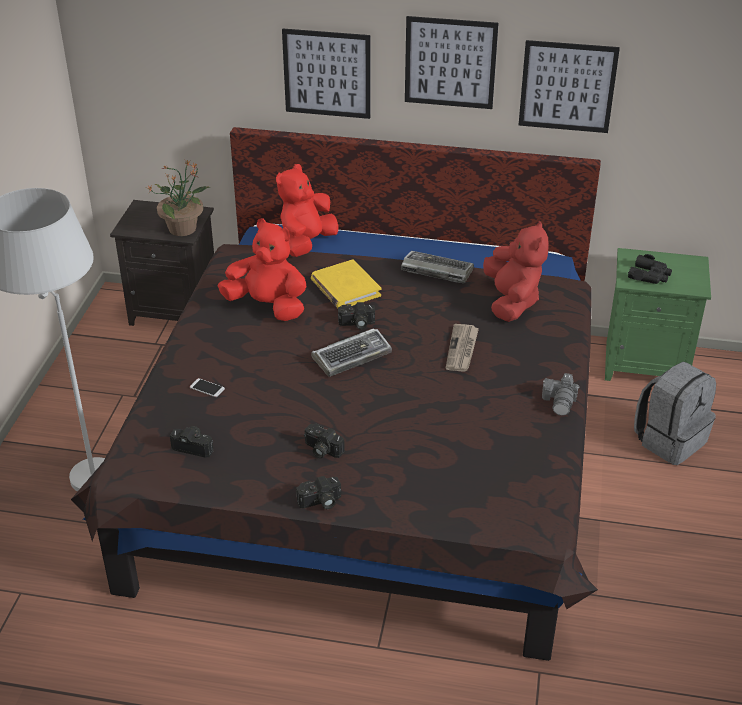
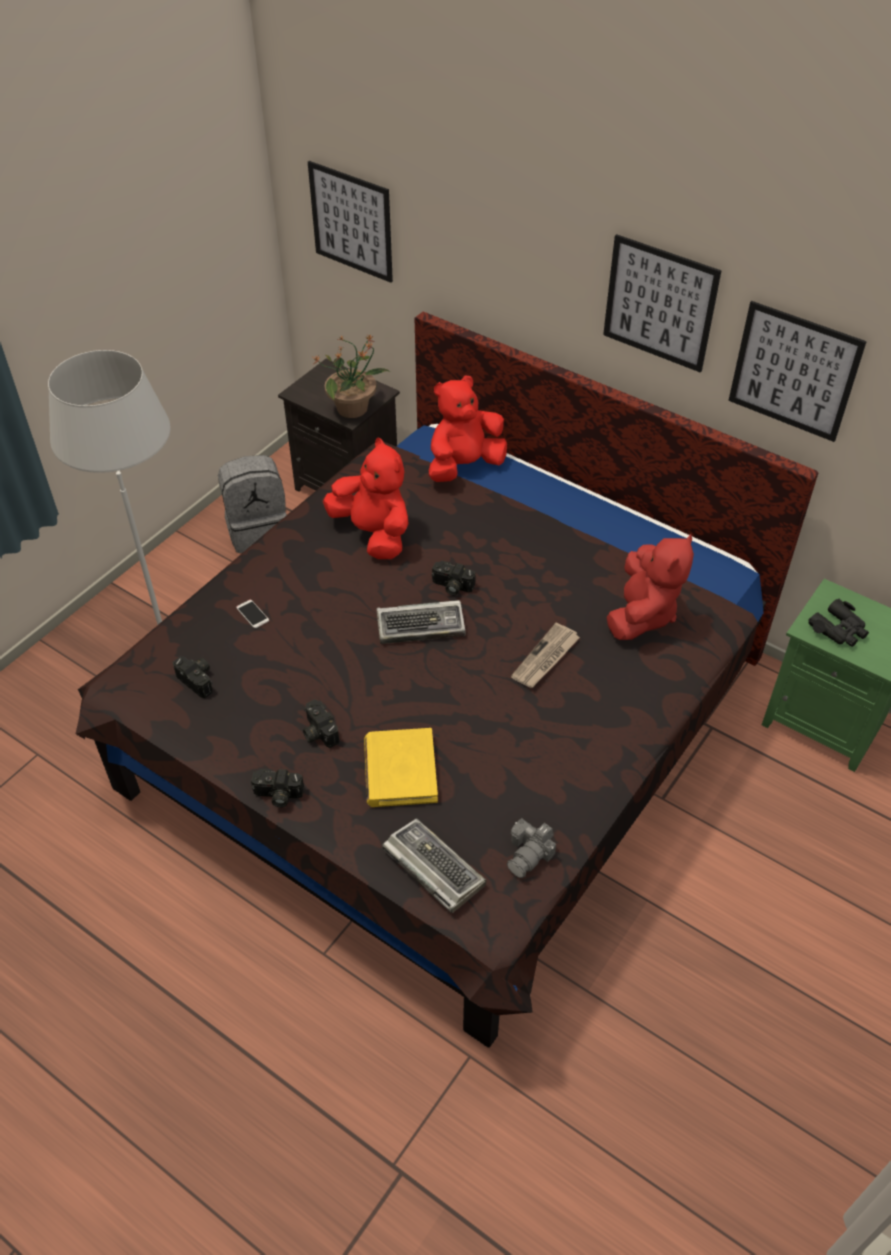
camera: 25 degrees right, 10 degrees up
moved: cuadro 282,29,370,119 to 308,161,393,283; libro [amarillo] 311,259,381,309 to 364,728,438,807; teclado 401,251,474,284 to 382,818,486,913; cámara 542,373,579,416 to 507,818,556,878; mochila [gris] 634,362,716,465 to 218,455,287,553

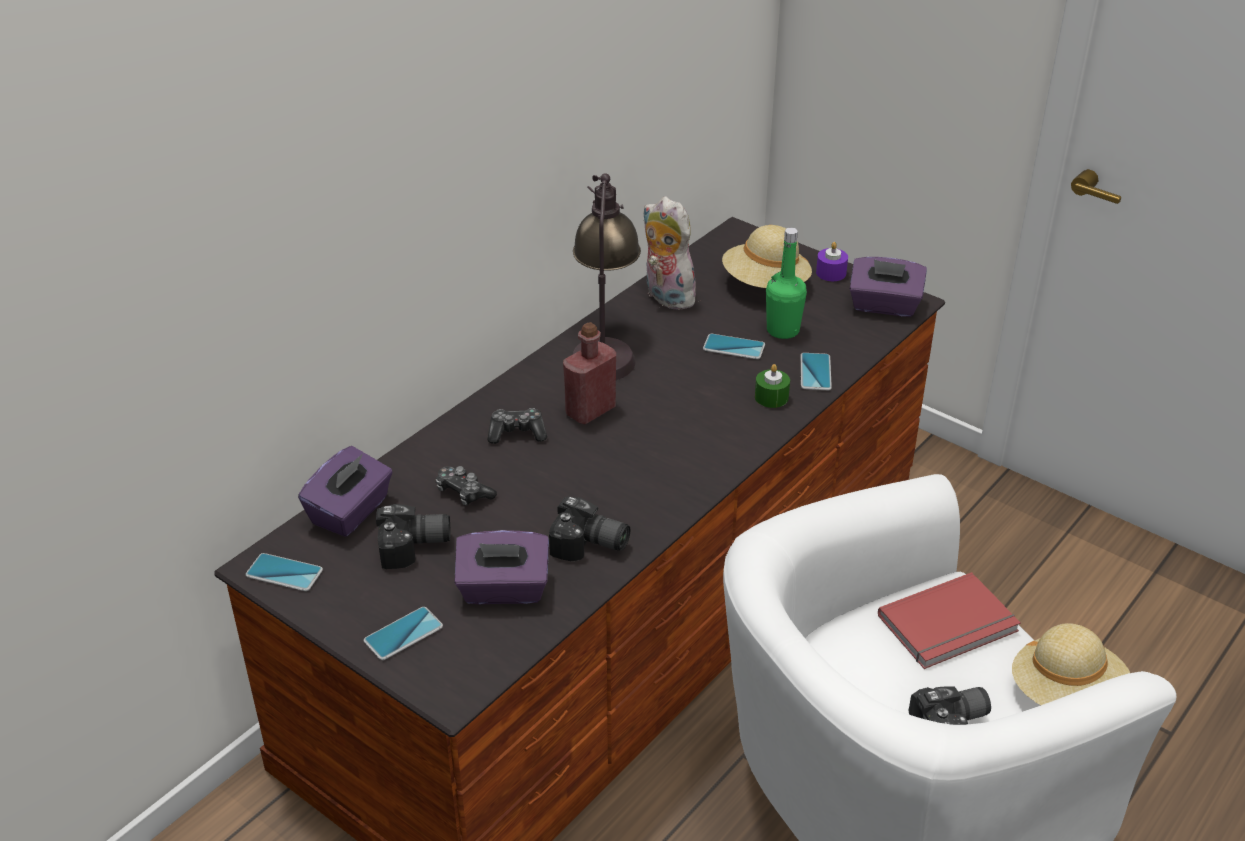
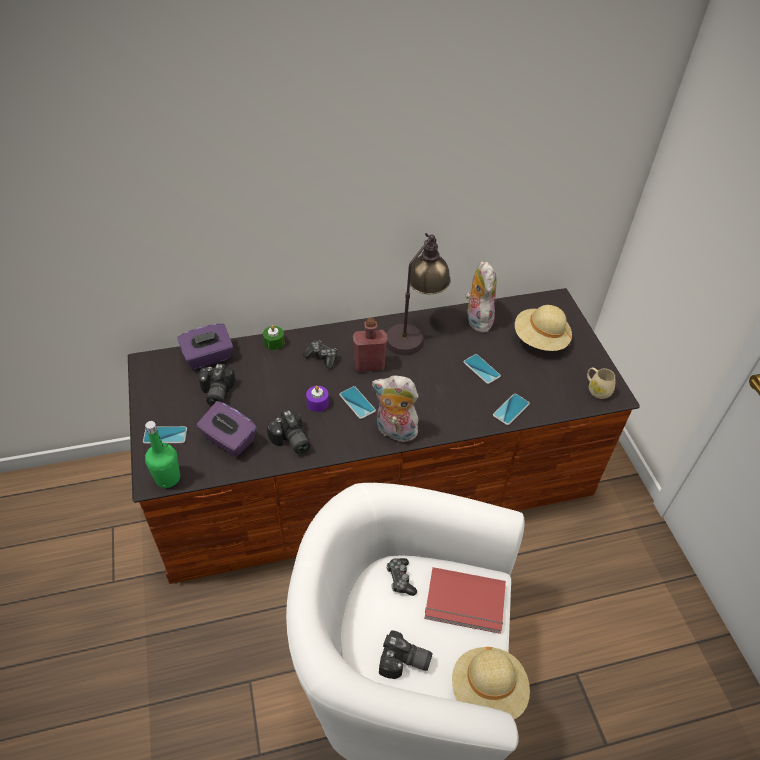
camera: 35 degrees right, 10 degrees up
added: peluche 372,375,420,442
moved: móvil 246,553,323,591 to 339,386,376,419; mando de consola 436,466,497,505 to 386,558,417,596; vela [verde] 755,364,790,408 to 263,325,285,350; botella [verde] 766,228,807,339 to 145,421,180,488; vela [morado] 816,242,848,281 to 306,386,329,412
replaced: caja de pañuelos [morado] 850,257,927,317 to taza grande [beis] 587,367,615,399
turned: cámara 376,504,451,569 = 198,364,235,406 60 degrees clockwise

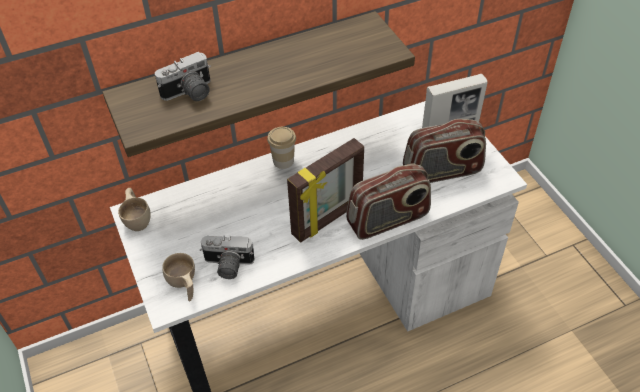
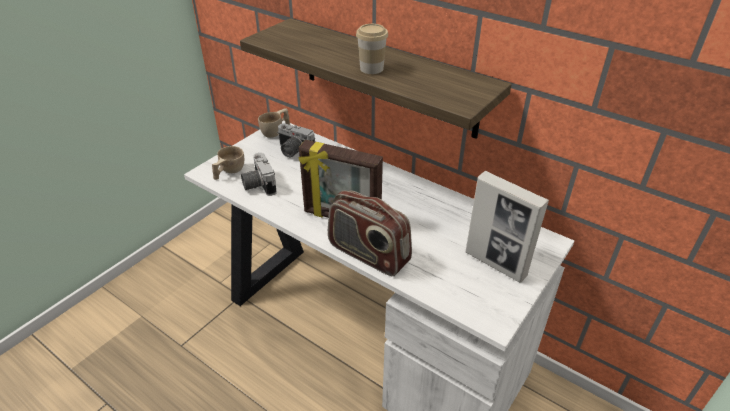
camera: 60 degrees right, 10 degrees down
removed: radio 403,119,486,183
moved: cámara 155,52,211,101 to 277,123,315,158; taza 267,127,296,169 to 356,24,388,74

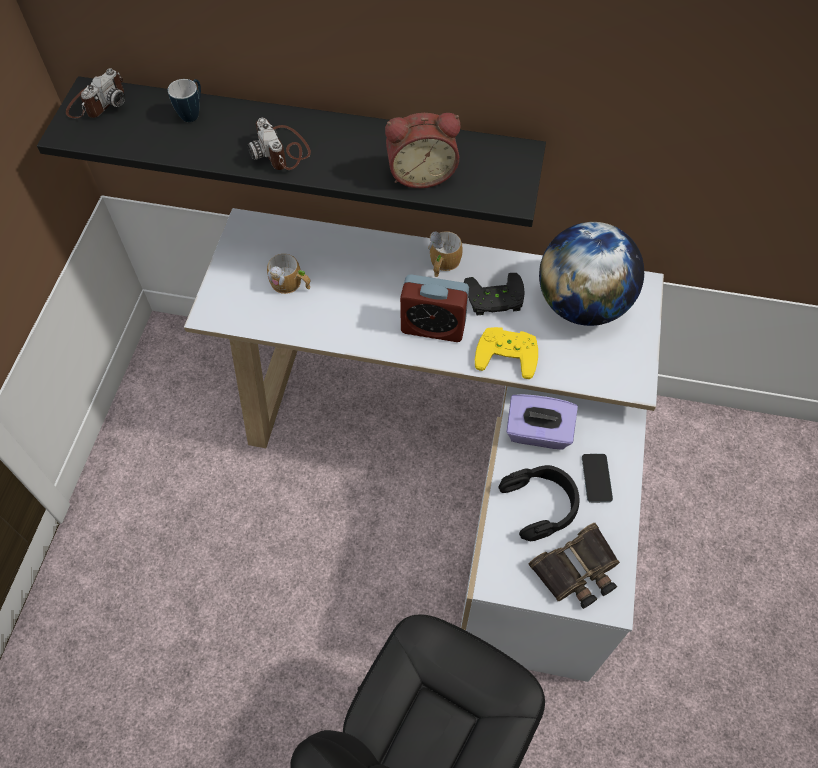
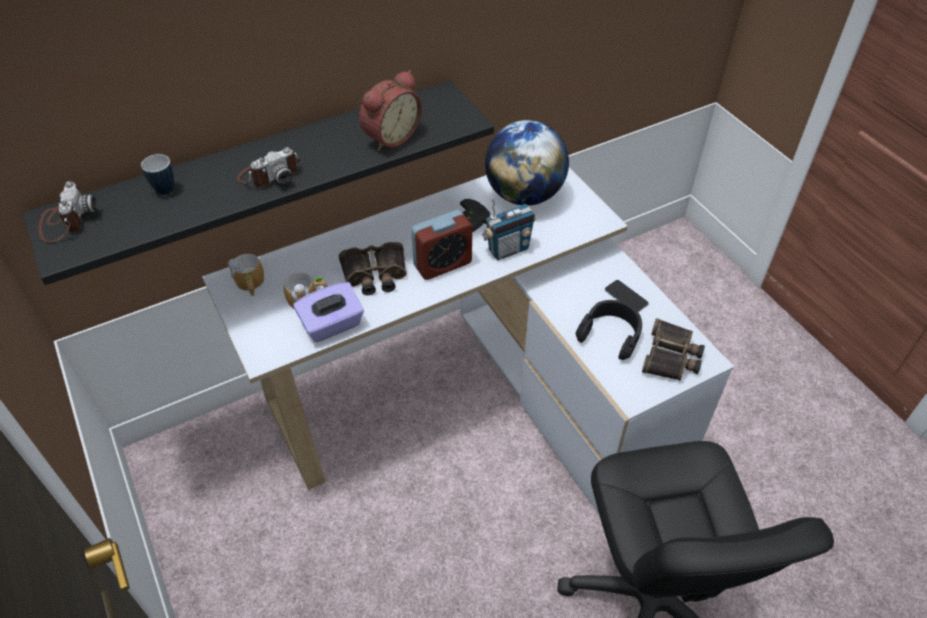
camera: 40 degrees left, 10 degrees down
added: prismáticos 339,242,407,295
moved: taza grande 428,231,463,277 to 228,254,264,296; caja de pañuelos [morado] 507,394,578,450 to 293,282,364,342
replaced: mando de consola [amarillo] 475,327,538,379 to radio 482,198,536,260
turned: cámara 247,118,311,170 = 237,147,300,187 60 degrees counterclockwise

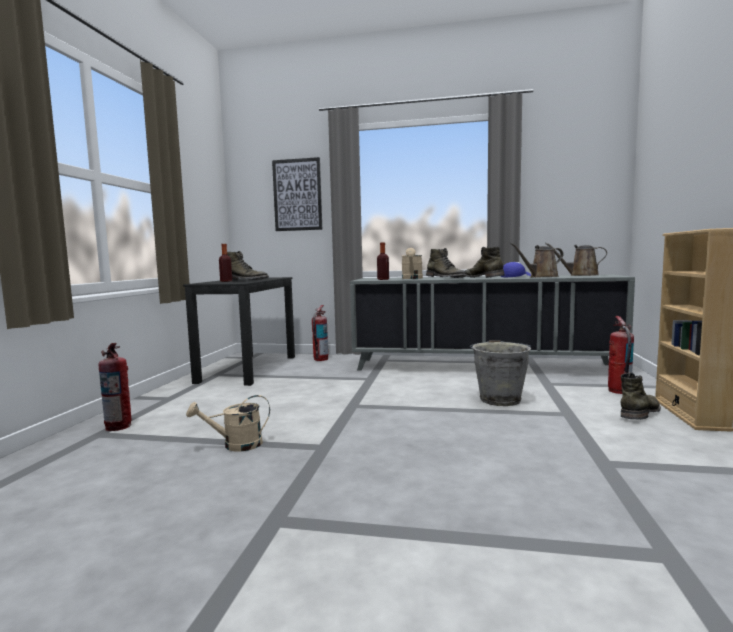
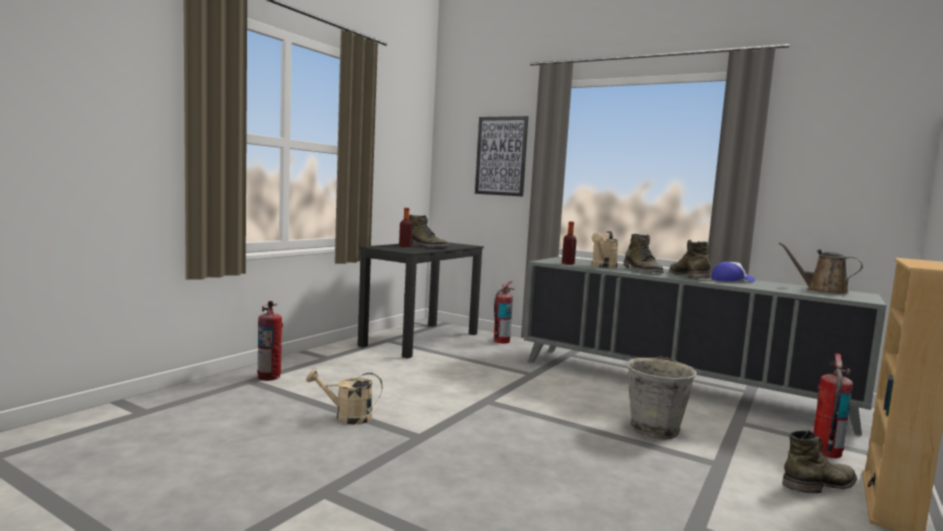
camera: 20 degrees right, 0 degrees up
removed: regadera [marrón] 510,243,563,278

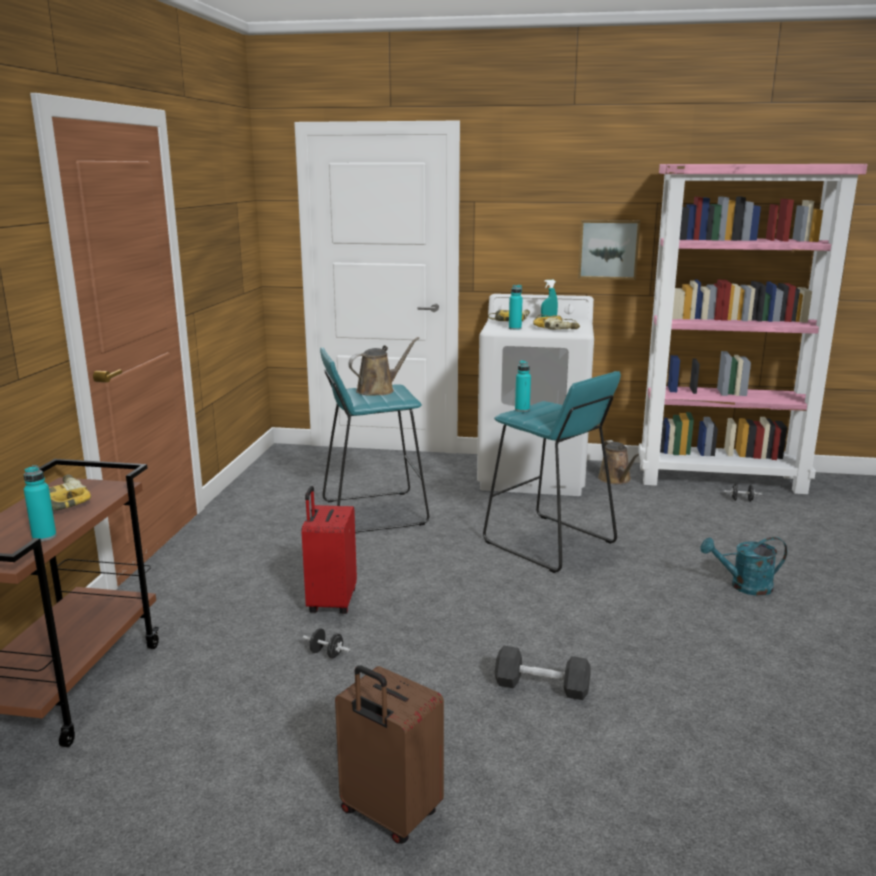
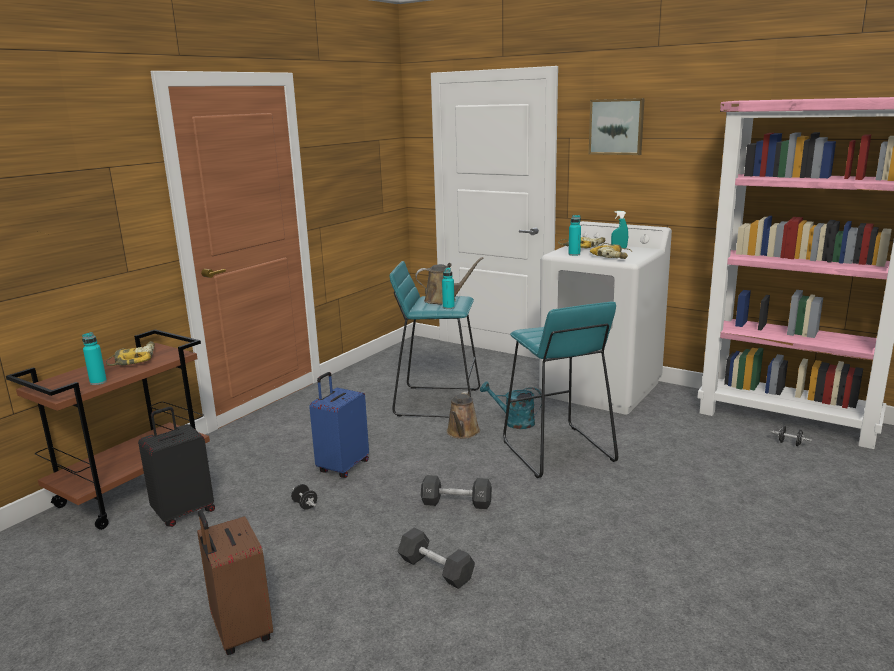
camera: 25 degrees right, 0 degrees up
added: maleta [negro] 138,407,215,527; mancuerna [negro] 421,475,492,509
moved: botella [turquesa] 515,360,531,412 to 442,268,455,309; cuadro 578,220,640,280 to 589,98,645,155; regadera [marrón] 598,440,639,484 to 447,391,480,439; regadera [turquesa] 700,537,787,596 to 480,381,542,429
recoloured: maleta [rojo] 301,486,357,614 to maleta [azul] 309,372,369,478

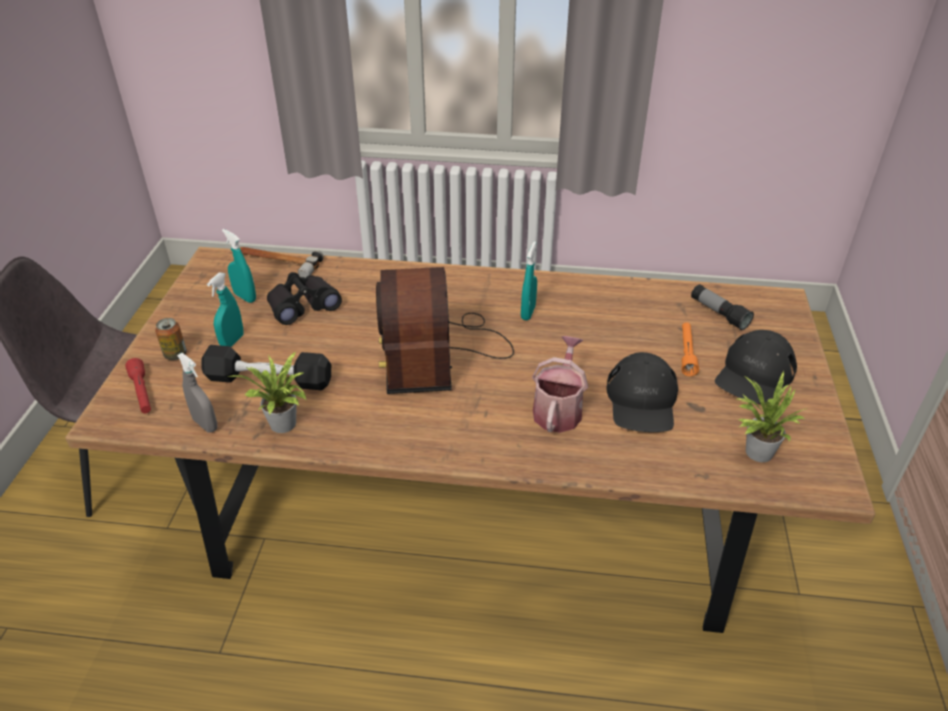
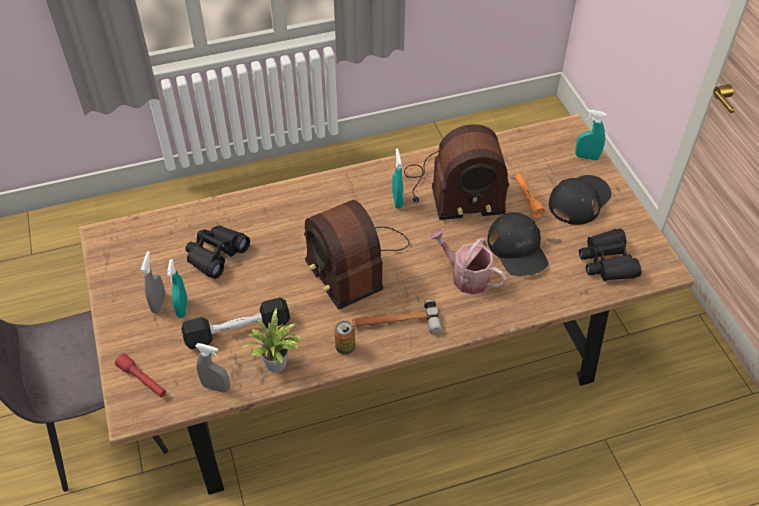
camera: 25 degrees left, 10 degrees up
removed: linterna 691,284,754,330
added: pulverizador [gris] 141,251,165,314; radio 404,124,509,220
moved: lata 155,318,187,360 to 334,321,355,355; pulverizador [turquesa] 222,229,256,303 to 575,110,607,161; martillo 240,247,323,278 to 352,299,442,334
replaced: planta en maceta 736,371,807,462 to prismáticos [negro] 579,229,641,281
turned: regadera 532,336,588,433 = 429,228,507,295 45 degrees counterclockwise; gorra [negro] 715,330,797,404 = 549,175,612,225 150 degrees counterclockwise

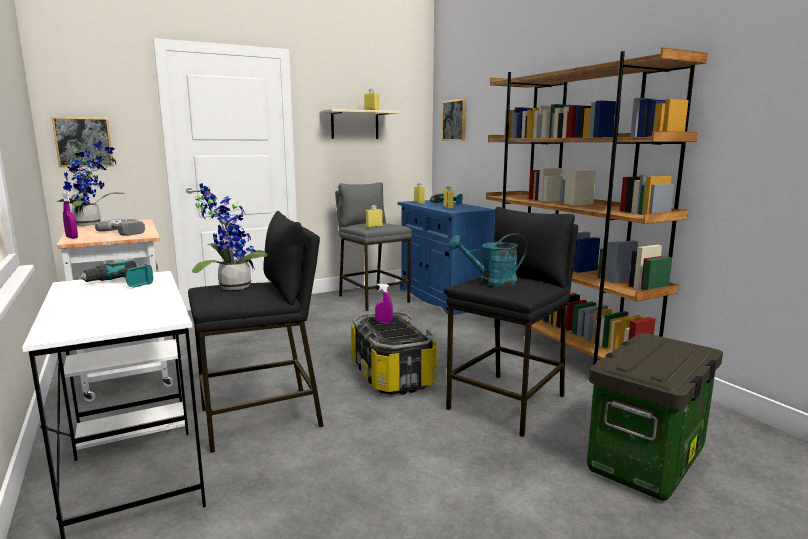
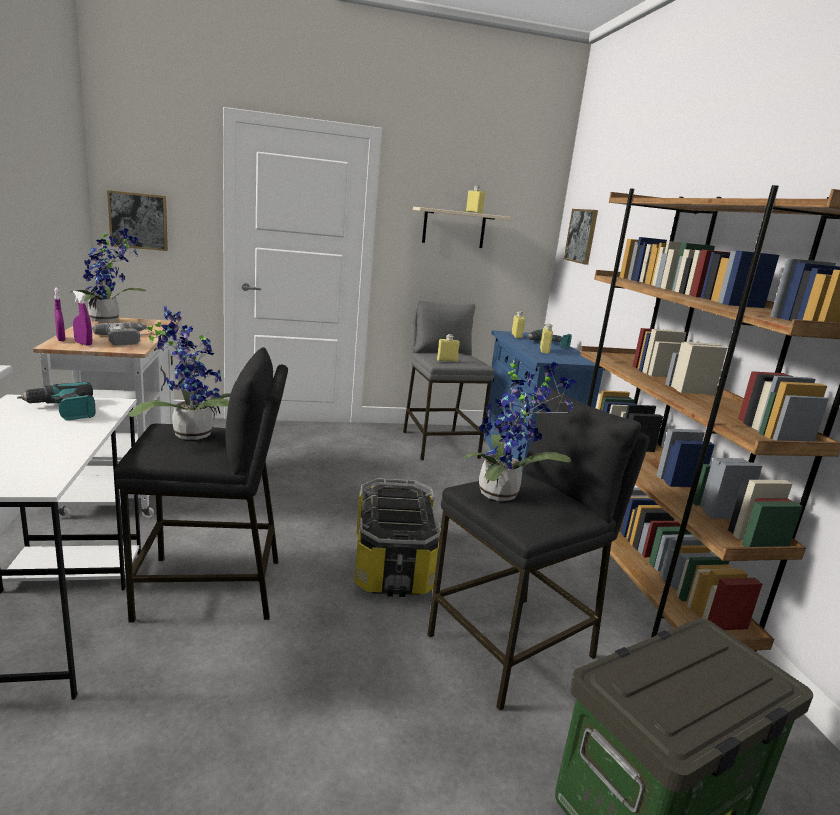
camera: 15 degrees right, 5 degrees up
moved: pulverizador [morado] 375,283,393,323 to 73,291,92,346
replaced: regadera [turquesa] 449,233,527,287 to planta en maceta 463,360,576,501

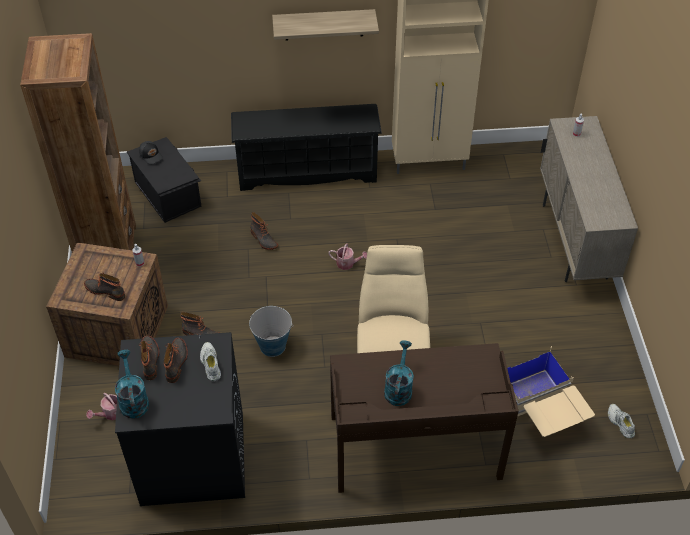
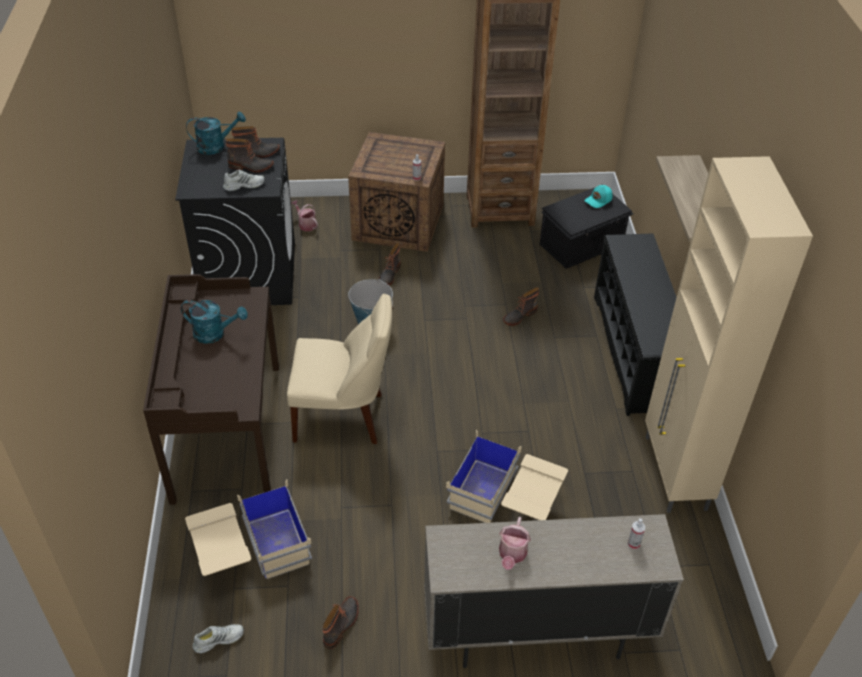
camera: 90 degrees right, 5 degrees down
added: caja de almacenaje [beis] 446,430,568,523
moved: bota 84,273,125,301 to 323,596,359,649; regadera 328,243,367,270 to 499,517,531,570
recoloured: gorra [negro] 139,141,163,164 to gorra [turquesa] 584,185,613,208

